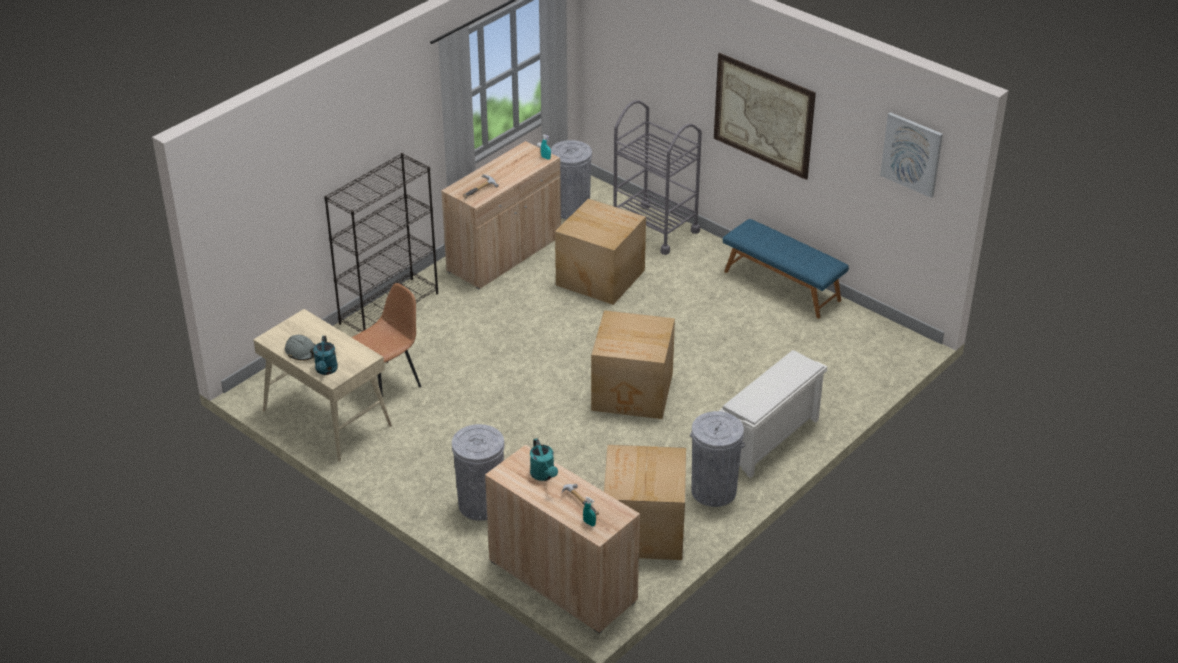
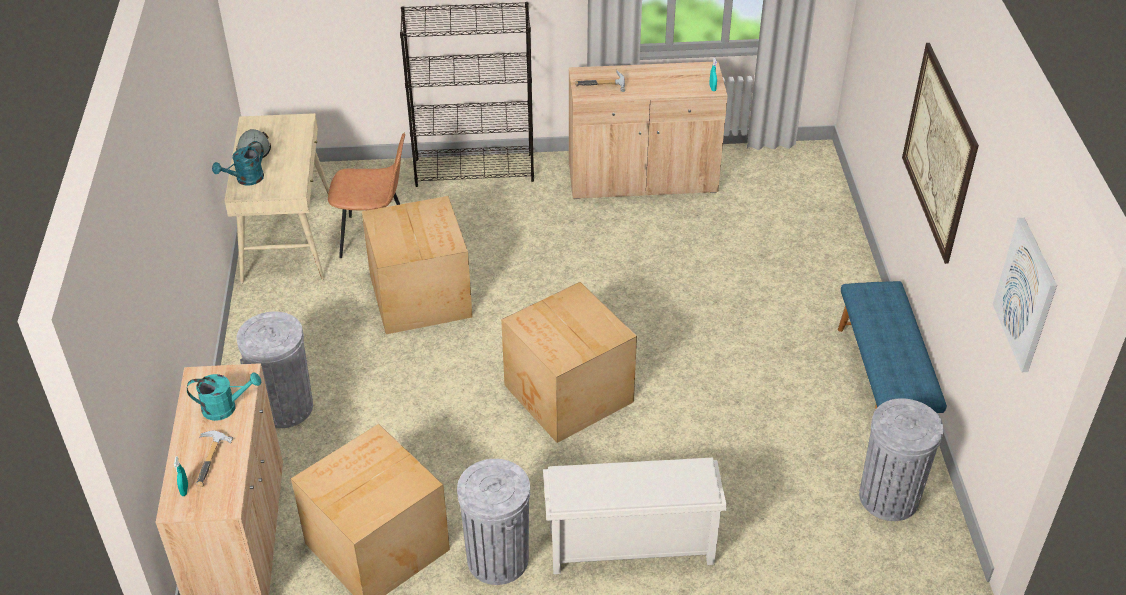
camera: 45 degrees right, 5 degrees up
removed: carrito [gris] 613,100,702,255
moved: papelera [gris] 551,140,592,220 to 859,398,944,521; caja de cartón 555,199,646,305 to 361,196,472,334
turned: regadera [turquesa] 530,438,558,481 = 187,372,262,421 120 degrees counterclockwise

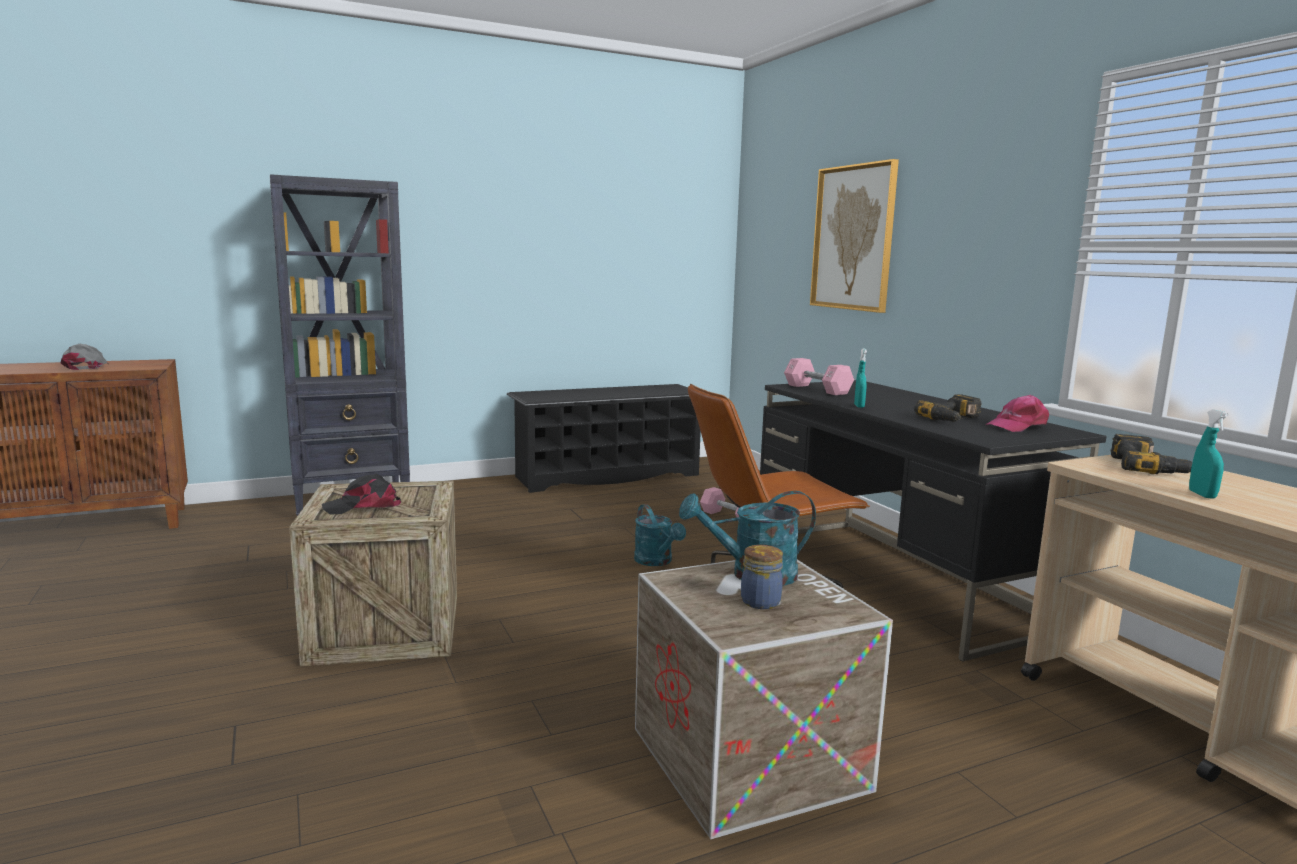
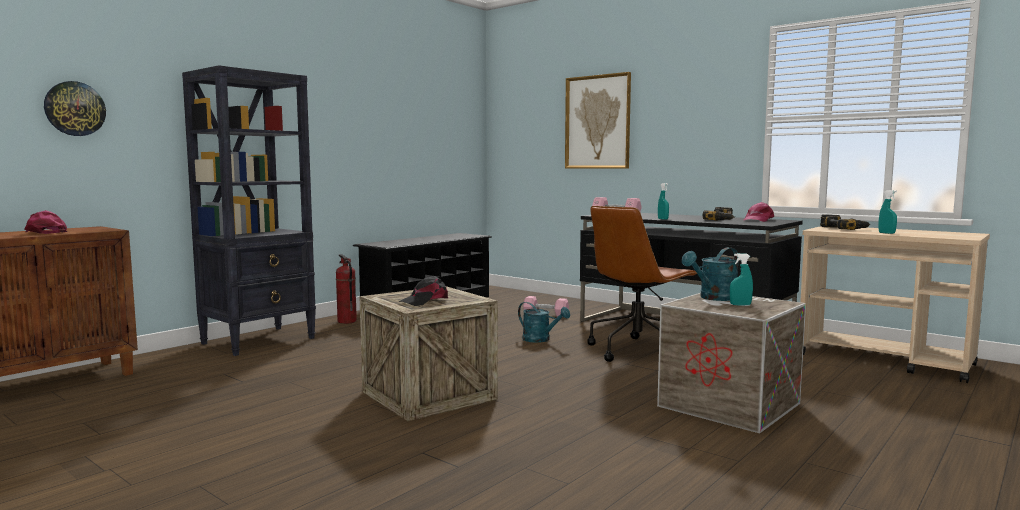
camera: 25 degrees left, 5 degrees down
added: reloj de pared 44,81,106,136; extintor 336,254,357,324
replaced: tarro 741,545,783,609 to pulverizador [turquesa] 730,253,753,305
recoloured: gorra [gris] 61,344,108,370 to gorra [rosa] 24,210,67,234

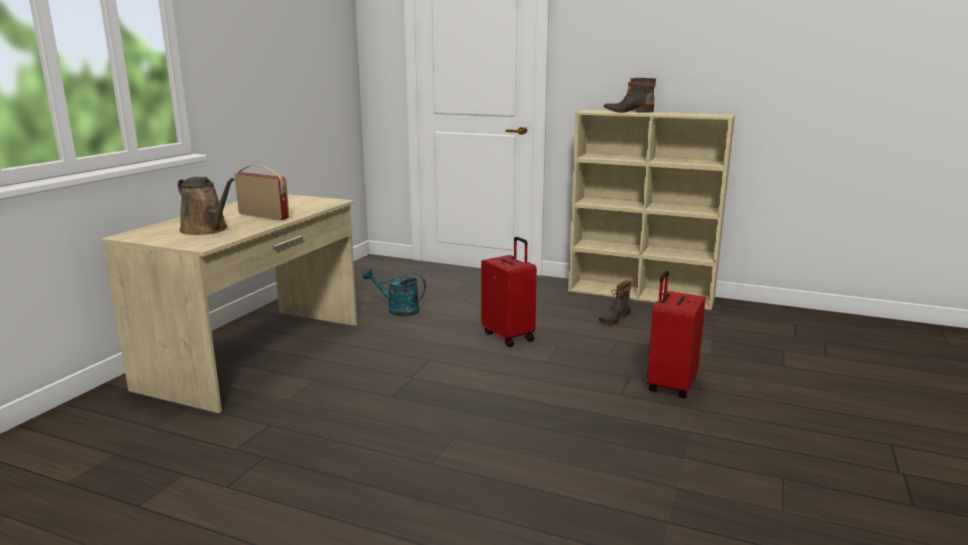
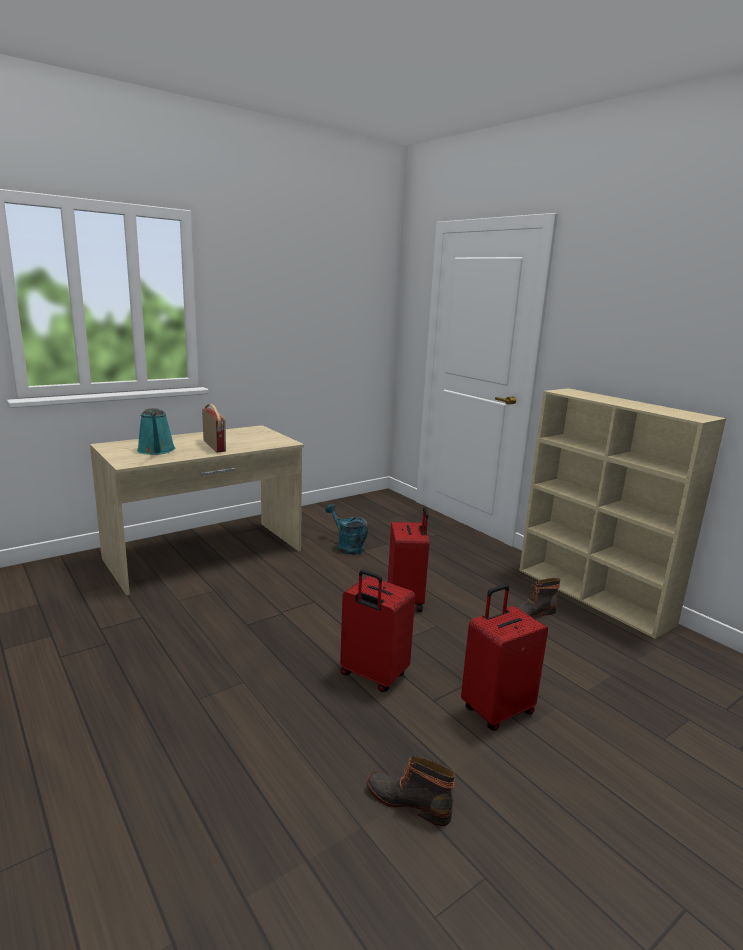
camera: 30 degrees right, 0 degrees up
added: maleta [rojo] 340,570,415,692
moved: bota 604,78,656,113 to 367,756,455,826
recoloured: regadera [marrón] 178,177,234,235 to regadera [turquesa] 137,408,175,455

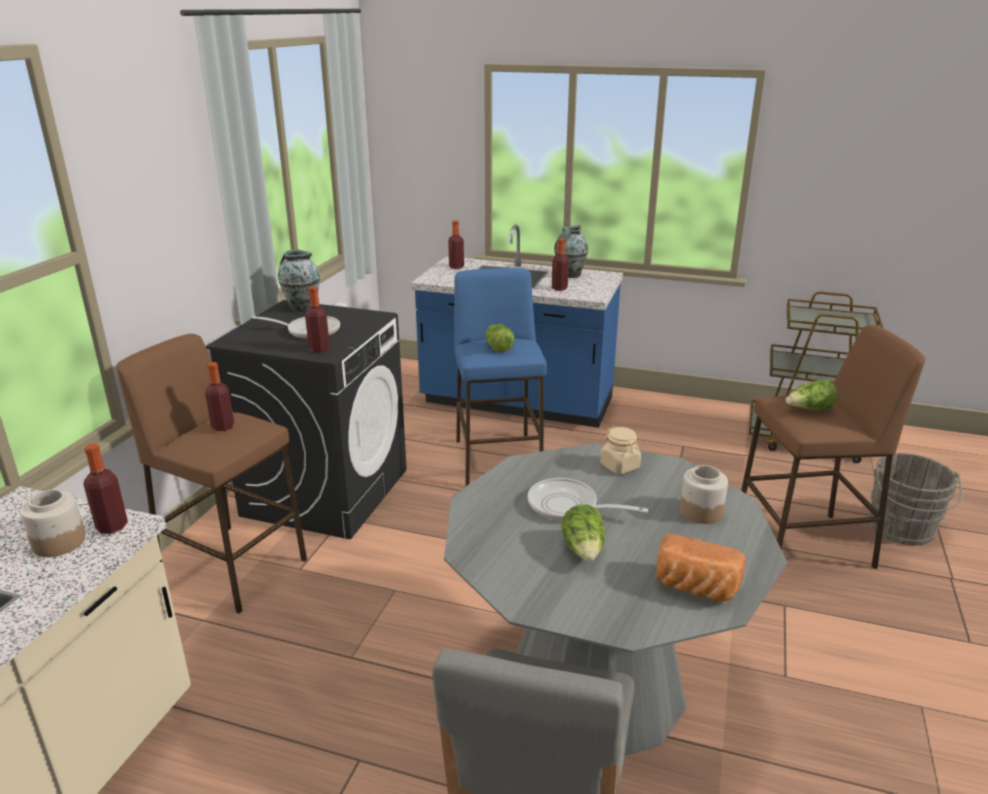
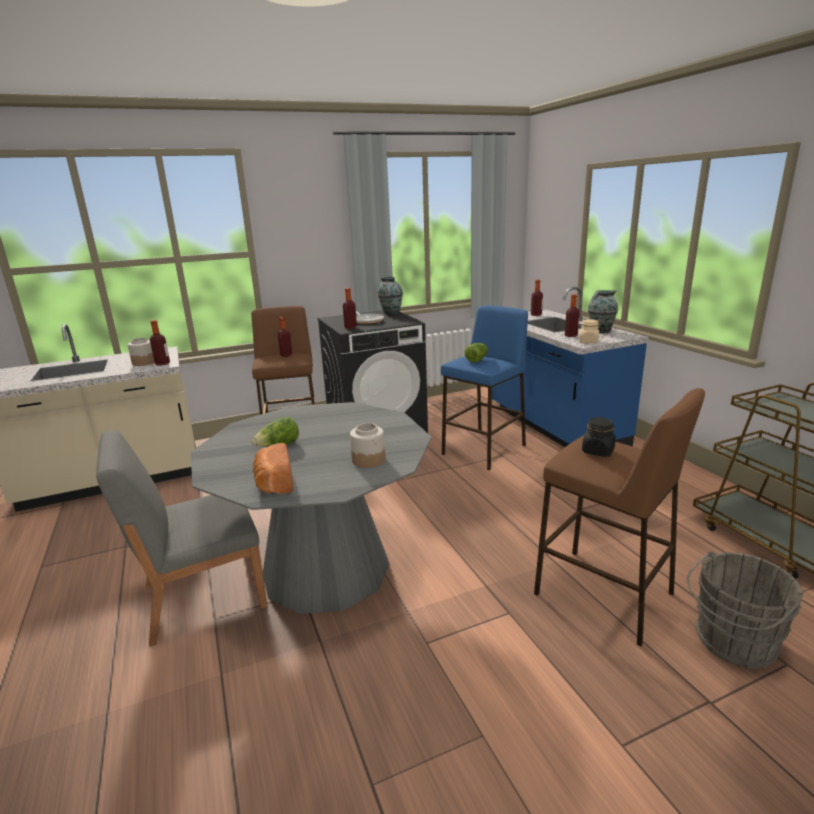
camera: 50 degrees right, 5 degrees down
removed: sartén 527,478,648,521
moved: tarro [beis] 600,426,641,474 to 579,319,599,343
replaced: lechuga 786,380,838,410 to tarro [negro] 582,417,616,457

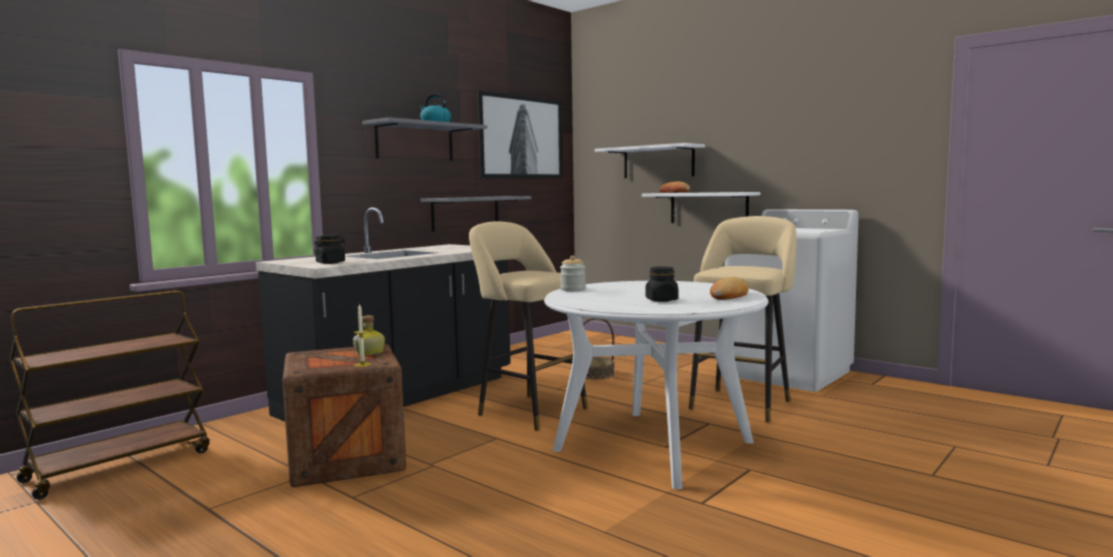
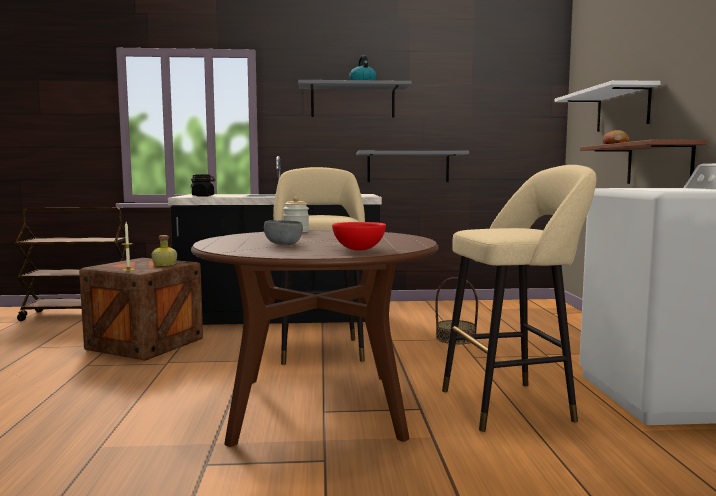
camera: 45 degrees right, 0 degrees up
removed: cuadro 477,90,563,178
replaced: tarro [negro] 645,267,679,302 to cuenco [gris] 264,220,303,245; pan 710,277,749,300 to cuenco [rojo] 332,222,386,251
recoloured: mesa de comedor [blanco] 544,281,769,489 to mesa de comedor [marrón] 191,230,438,447; estante [blanco] 642,192,760,223 to estante [marrón] 580,139,707,184

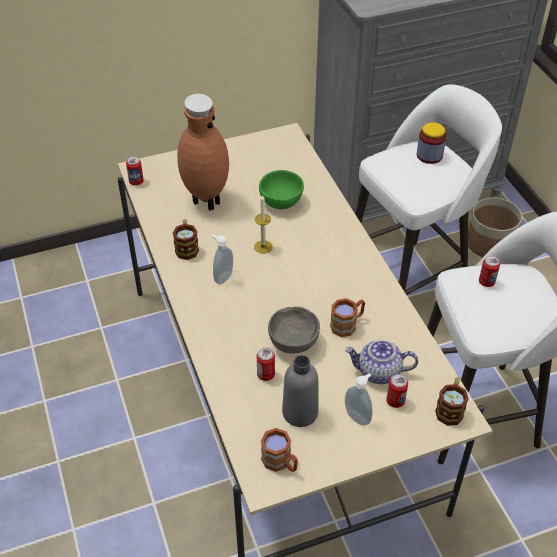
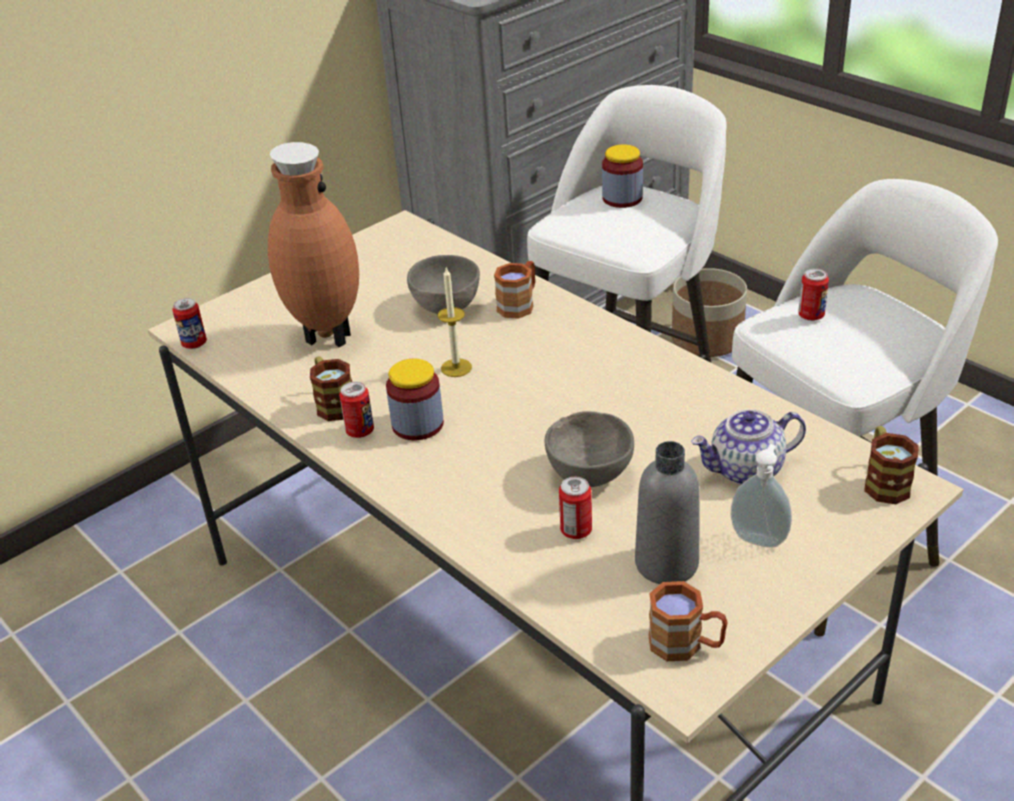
camera: 20 degrees left, 10 degrees down
moved: taza grande [marrón] 330,298,365,337 to 494,261,535,319; lata 386,374,408,408 to 339,382,374,438
replaced: dispensador de jabón 212,235,233,284 to tarro 386,359,444,440
recoloured: cuenco [verde] 259,170,304,210 to cuenco [gris] 407,255,480,314

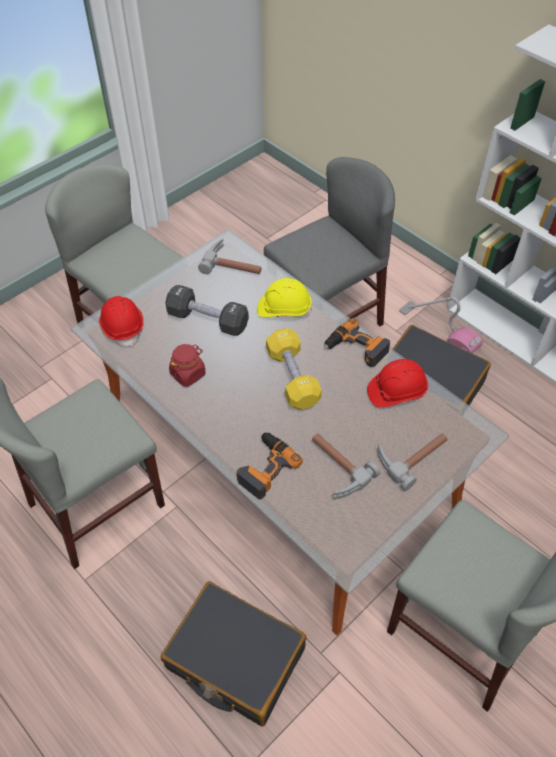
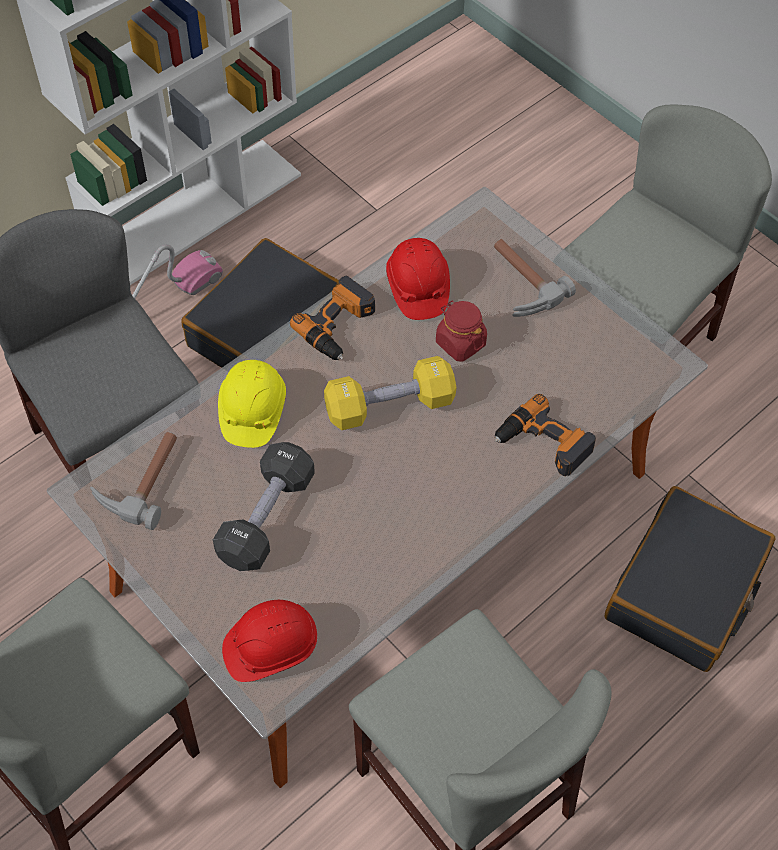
camera: 90 degrees left, 5 degrees up
removed: martillo 312,433,380,499
moved: tarro [rojo] 169,344,205,387 to 436,301,487,361

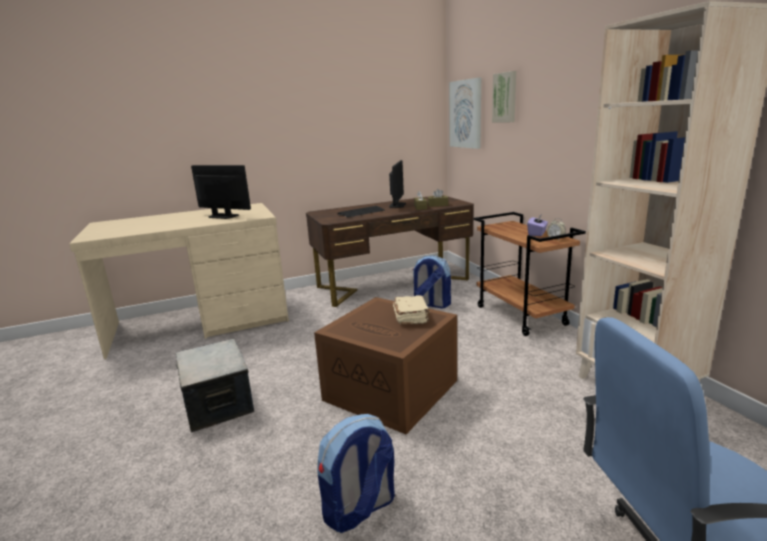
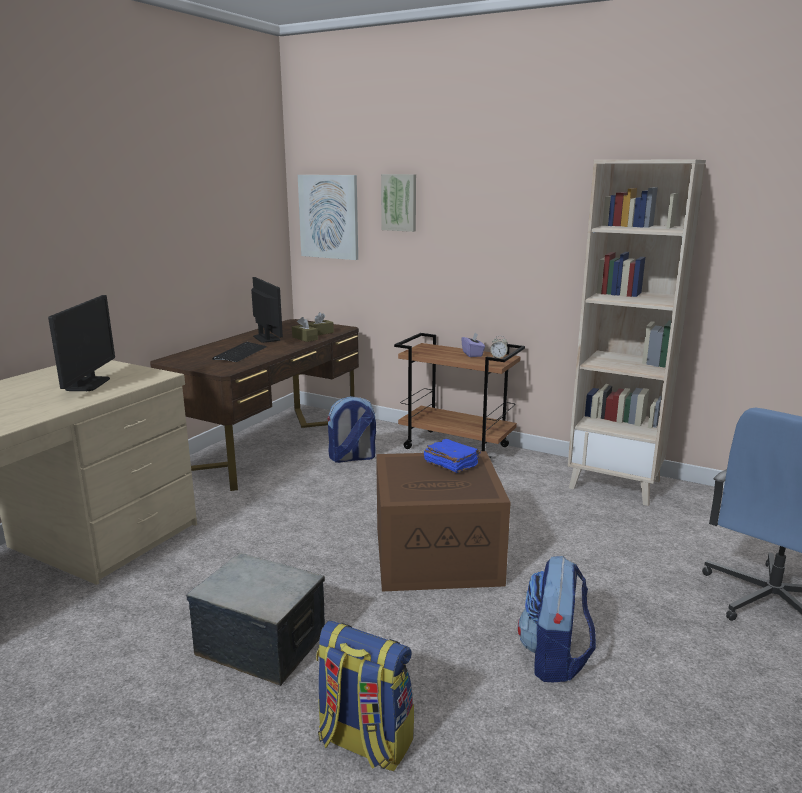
camera: 40 degrees left, 0 degrees up
added: mochila 316,621,414,771
recoloured: libro [beis] 393,295,430,324 to libro [azul] 424,439,480,473
turned: monitor 191,165,251,219 = 48,295,115,391 105 degrees clockwise

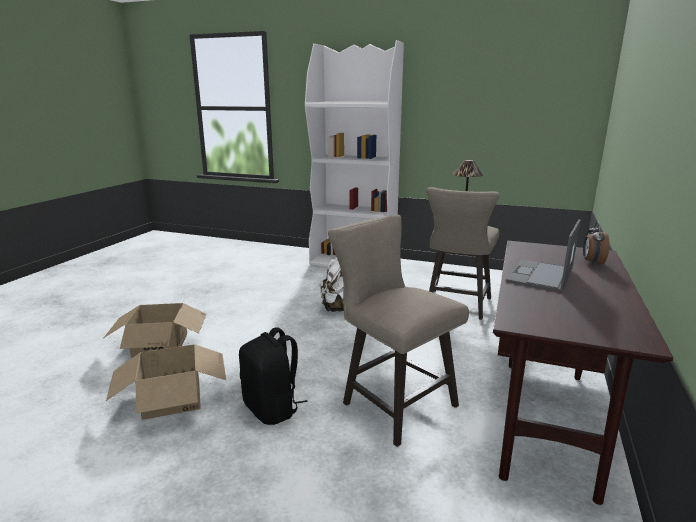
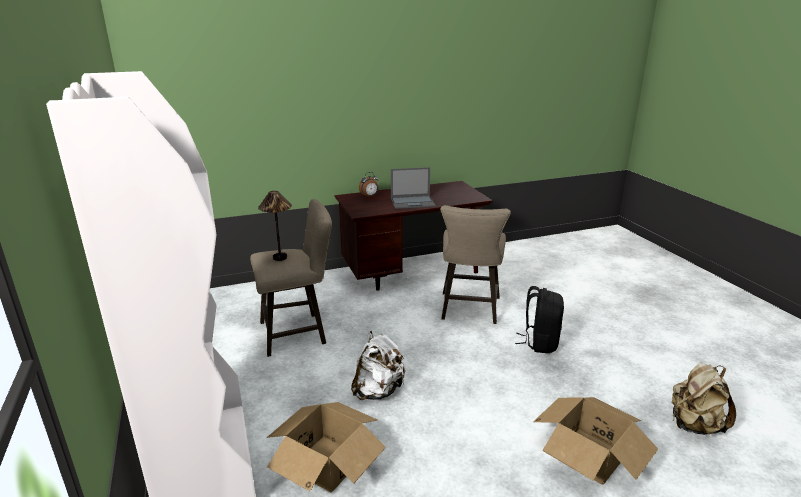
camera: 130 degrees left, 5 degrees up
added: mochila [beis] 672,363,736,435
moved: caja de cartón 106,344,226,420 to 267,402,386,493

